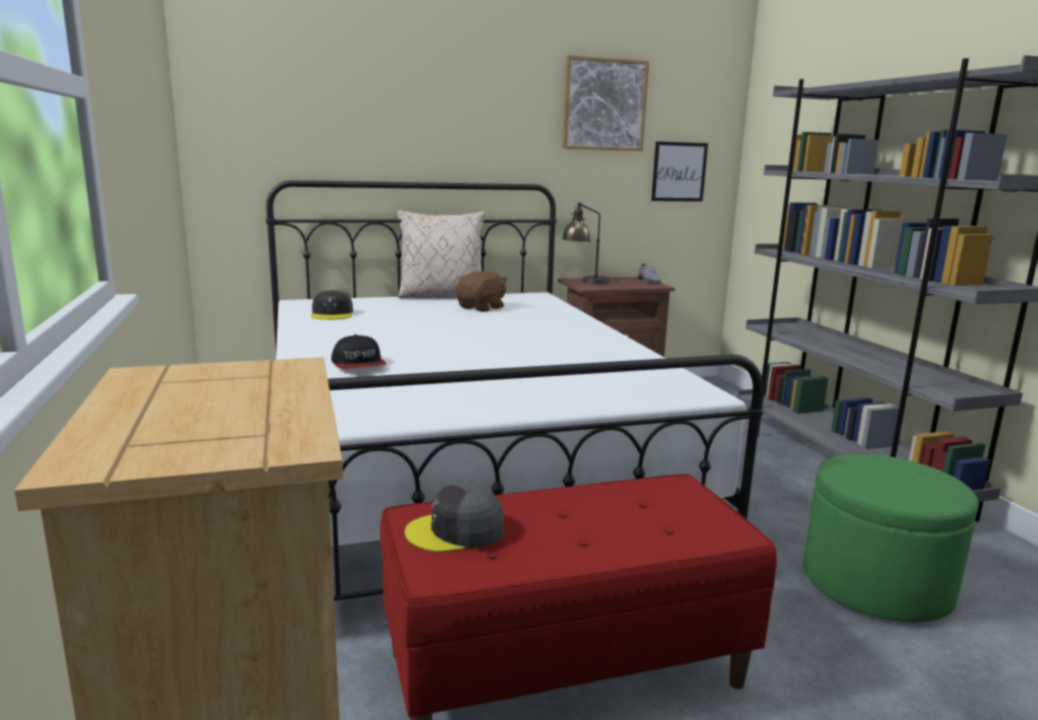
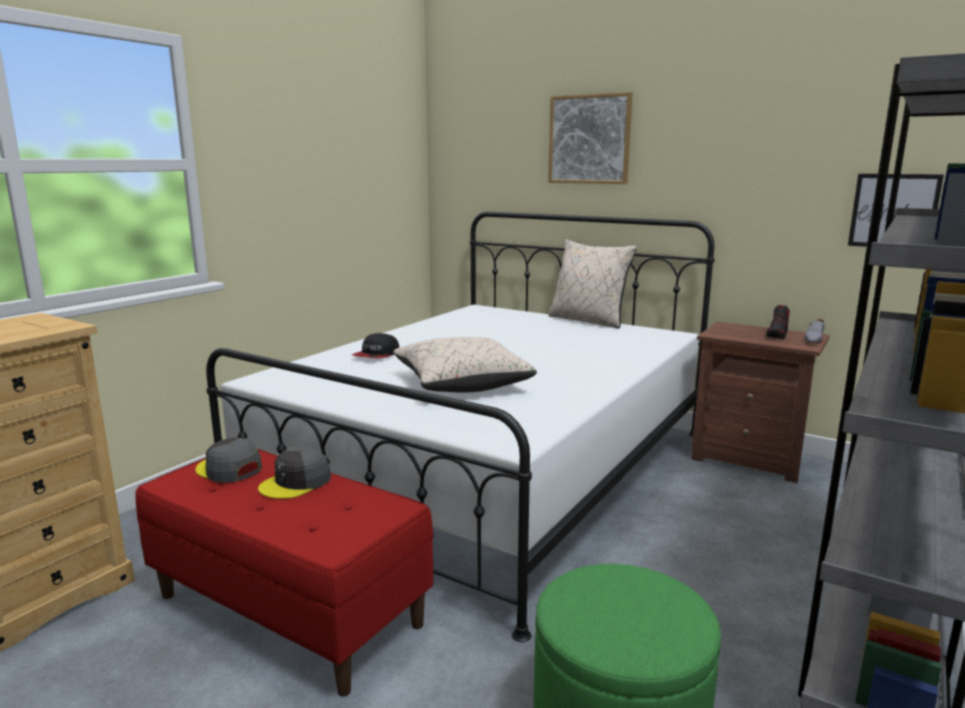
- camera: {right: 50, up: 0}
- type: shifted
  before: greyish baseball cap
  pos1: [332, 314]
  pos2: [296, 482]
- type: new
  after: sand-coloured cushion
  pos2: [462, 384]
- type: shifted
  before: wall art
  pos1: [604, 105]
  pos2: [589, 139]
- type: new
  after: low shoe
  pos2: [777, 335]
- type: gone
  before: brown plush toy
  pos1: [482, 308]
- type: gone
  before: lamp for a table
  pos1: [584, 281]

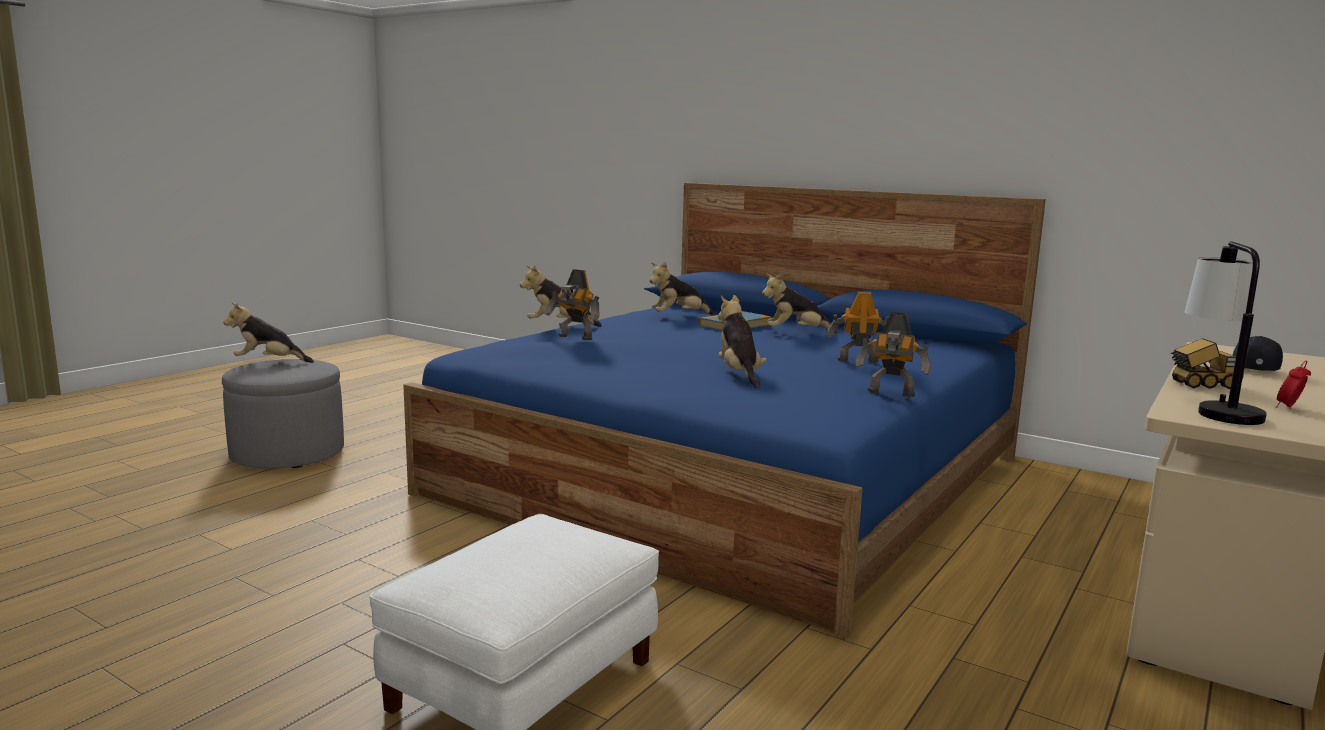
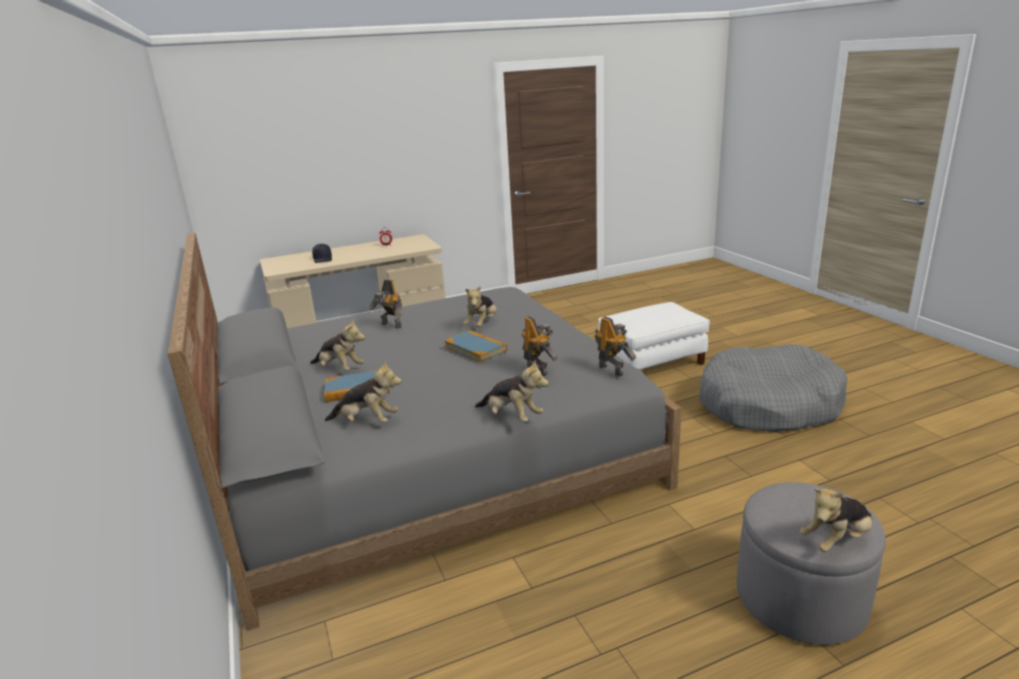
- camera: {right: -145, up: 10}
- type: repainted
  before: bluish sleeping bed
  after: greyish sleeping bed
  pos1: [737, 474]
  pos2: [427, 449]
- type: new
  after: volume
  pos2: [475, 348]
- type: shifted
  before: robot figure
  pos1: [891, 394]
  pos2: [611, 369]
- type: new
  after: greyish dog bed
  pos2: [768, 405]
- type: rotated
  before: plush toy
  pos1: [269, 362]
  pos2: [836, 540]
  turn: 120
- type: gone
  before: toy truck
  pos1: [1202, 385]
- type: gone
  before: lamp for a table
  pos1: [1215, 409]

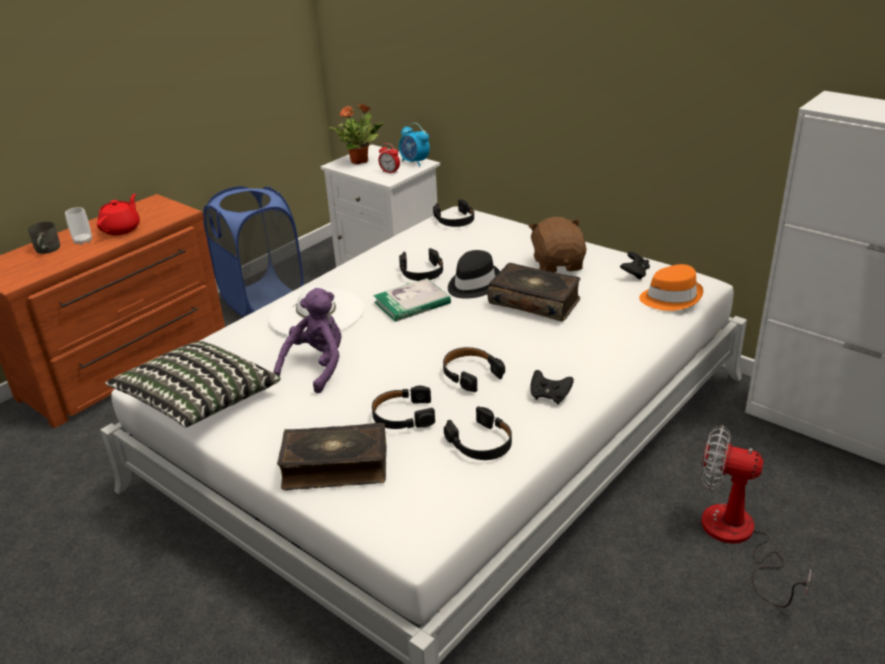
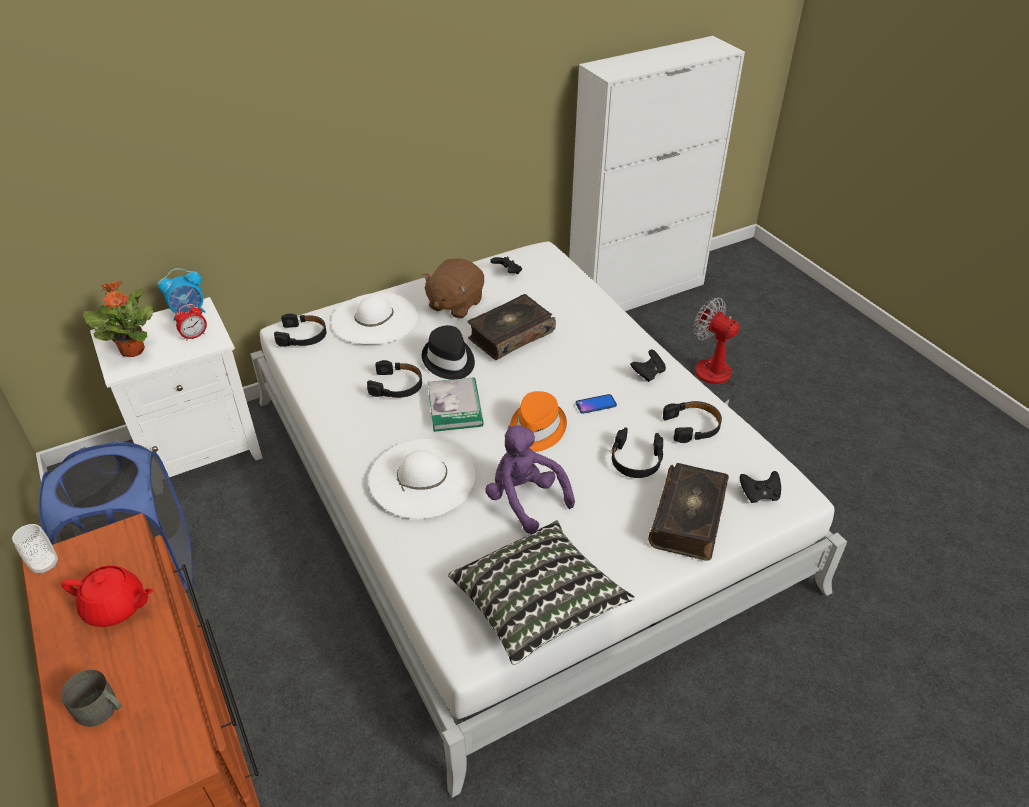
- camera: {right: -70, up: 10}
- type: shifted
  before: small cup
  pos1: [83, 241]
  pos2: [45, 564]
- type: rotated
  before: reddish tea pot
  pos1: [122, 229]
  pos2: [116, 607]
  turn: 150
- type: new
  after: white hat
  pos2: [374, 319]
- type: rotated
  before: brown plush toy
  pos1: [558, 264]
  pos2: [455, 304]
  turn: -75
- type: shifted
  before: orange-coloured hat
  pos1: [671, 297]
  pos2: [536, 429]
- type: swapped
  before: black-coloured pair of headphones
  after: phone
  pos1: [470, 374]
  pos2: [596, 404]
- type: rotated
  before: fan
  pos1: [737, 539]
  pos2: [713, 381]
  turn: 90
- type: new
  after: black-coloured joypad
  pos2: [759, 495]

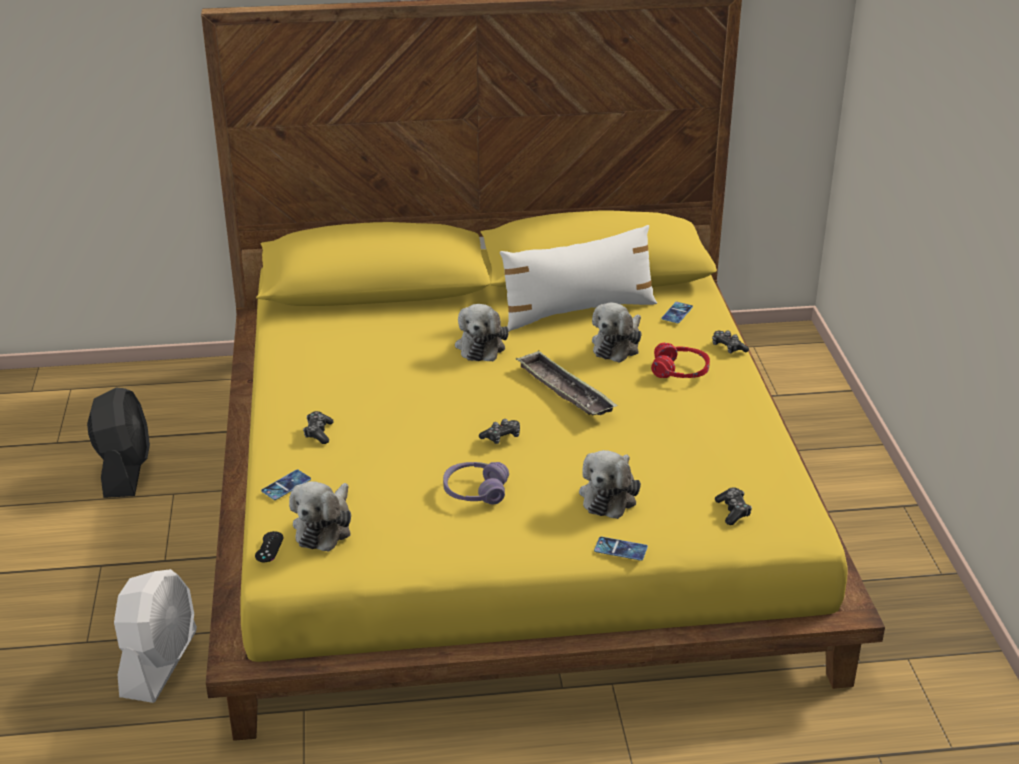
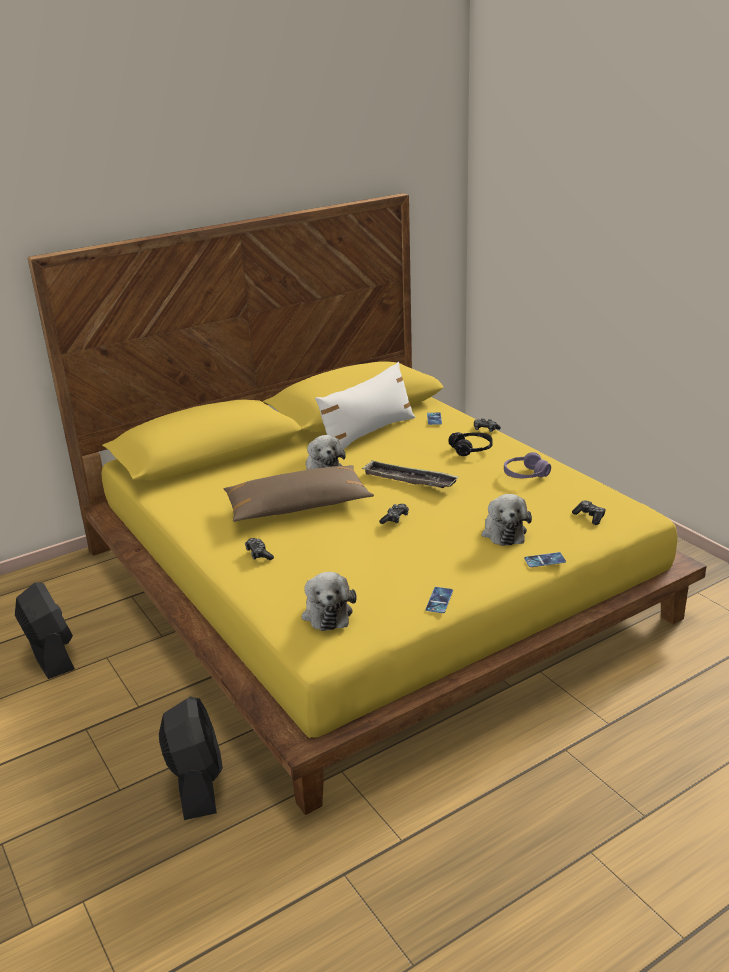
- camera: {right: -25, up: -5}
- type: repainted
  before: white fan
  after: black-coloured fan
  pos1: [160, 663]
  pos2: [196, 782]
- type: new
  after: brown cushion
  pos2: [297, 506]
- type: shifted
  before: phone
  pos1: [286, 485]
  pos2: [439, 600]
- type: repainted
  before: reddish pair of headphones
  after: black-coloured pair of headphones
  pos1: [680, 371]
  pos2: [471, 449]
- type: shifted
  before: purple-coloured pair of headphones
  pos1: [475, 491]
  pos2: [525, 474]
- type: gone
  before: black-coloured joypad
  pos1: [269, 547]
- type: gone
  before: plush toy
  pos1: [617, 345]

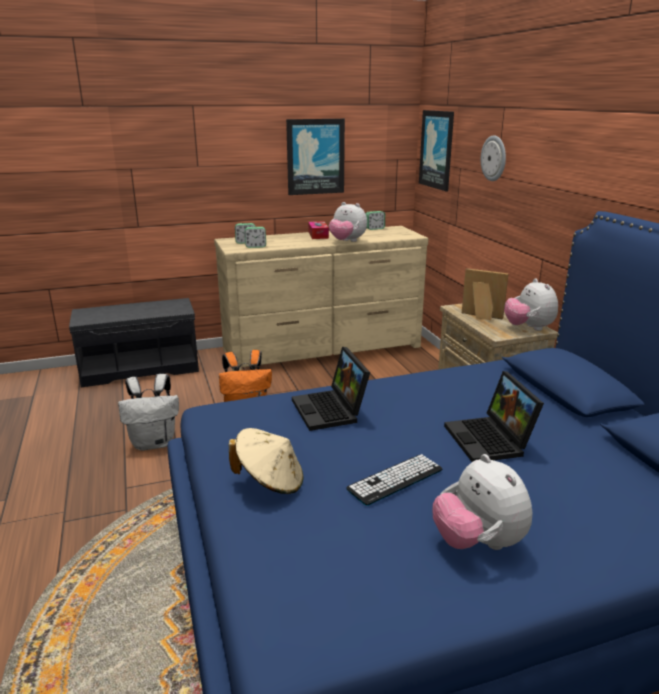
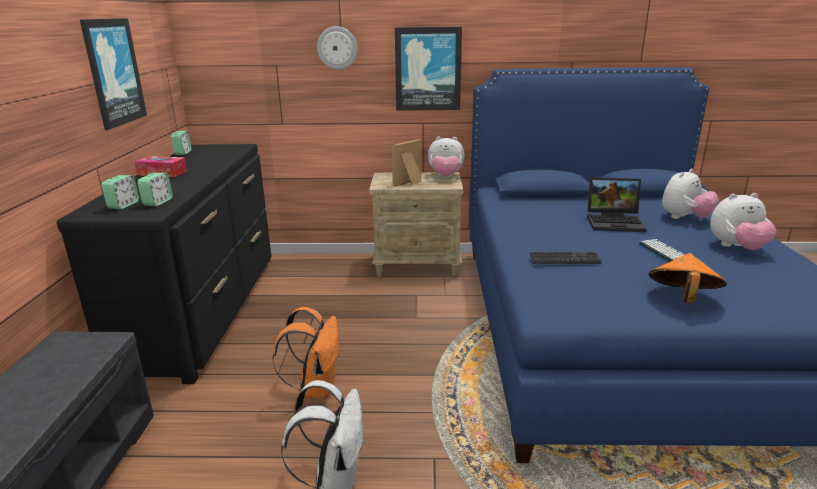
- camera: {right: -70, up: 0}
- type: repainted
  before: sand-coloured dresser
  after: black-coloured dresser
  pos1: [323, 348]
  pos2: [205, 309]
- type: shifted
  before: wall art
  pos1: [437, 149]
  pos2: [428, 69]
- type: swapped
  before: portable computer
  after: keyboard
  pos1: [331, 410]
  pos2: [564, 259]
- type: repainted
  before: sand-coloured hat
  after: orange-coloured hat
  pos1: [270, 481]
  pos2: [682, 298]
- type: shifted
  before: plush toy
  pos1: [347, 241]
  pos2: [684, 218]

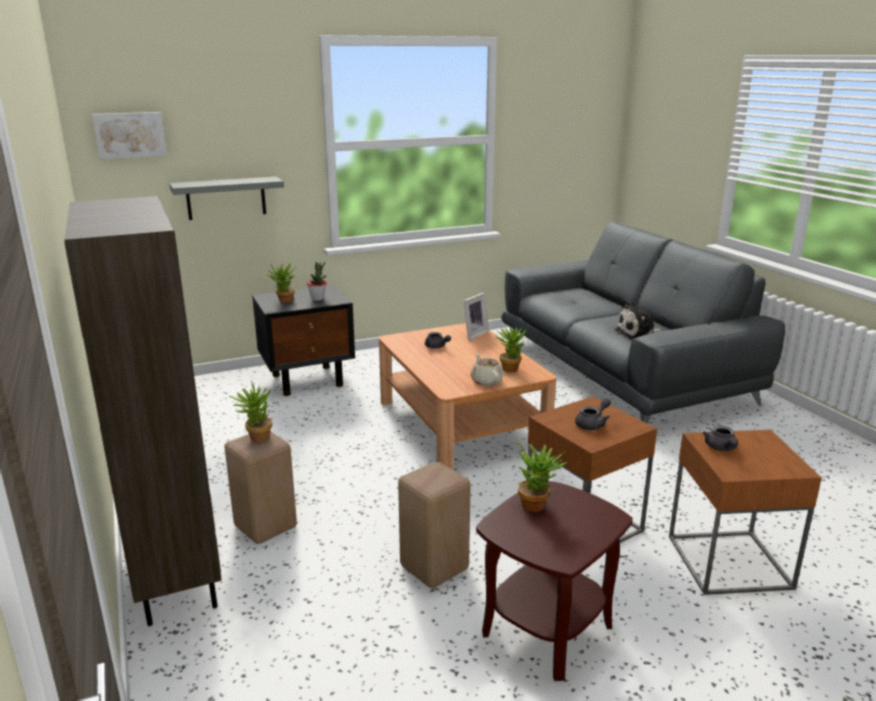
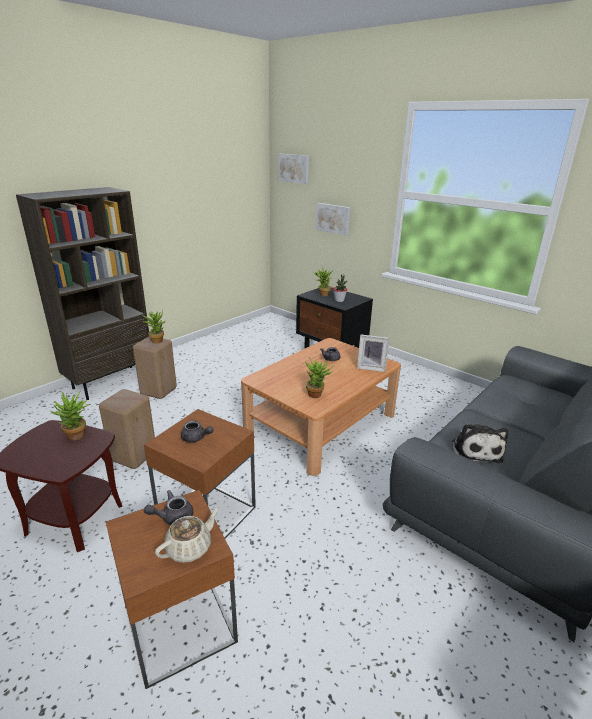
- camera: {right: 65, up: 5}
- type: shifted
  before: sand-coloured tea pot
  pos1: [486, 381]
  pos2: [190, 548]
- type: swapped
  before: greyish shelf
  after: wall art
  pos1: [226, 198]
  pos2: [333, 218]
- type: rotated
  before: plush toy
  pos1: [639, 334]
  pos2: [475, 450]
  turn: -135

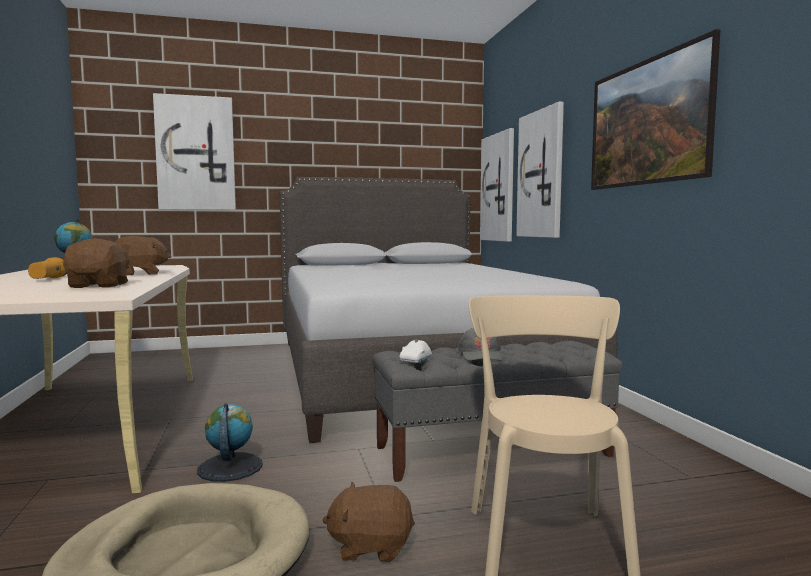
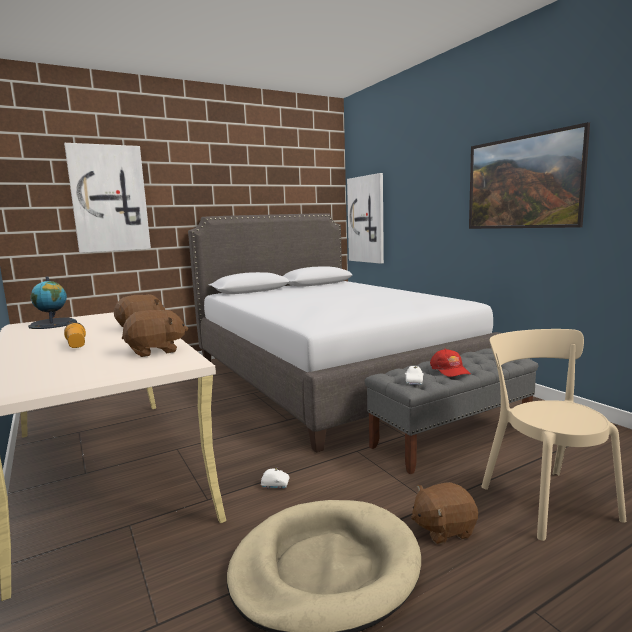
- camera: {right: -15, up: 5}
- type: rotated
  before: brown plush toy
  pos1: [100, 285]
  pos2: [156, 351]
  turn: 90
- type: swapped
  before: world globe
  after: white model car
  pos1: [230, 467]
  pos2: [275, 484]
- type: repainted
  before: greyish baseball cap
  after: reddish baseball cap
  pos1: [481, 355]
  pos2: [450, 370]
- type: gone
  before: wall art
  pos1: [541, 174]

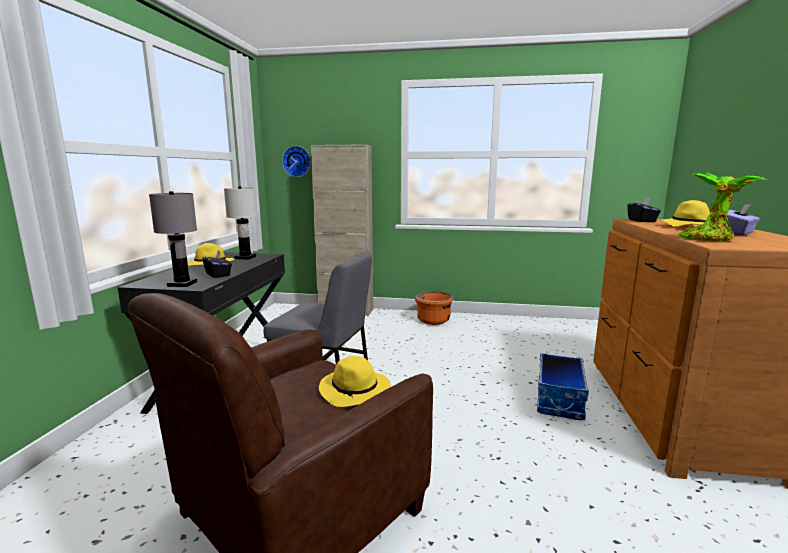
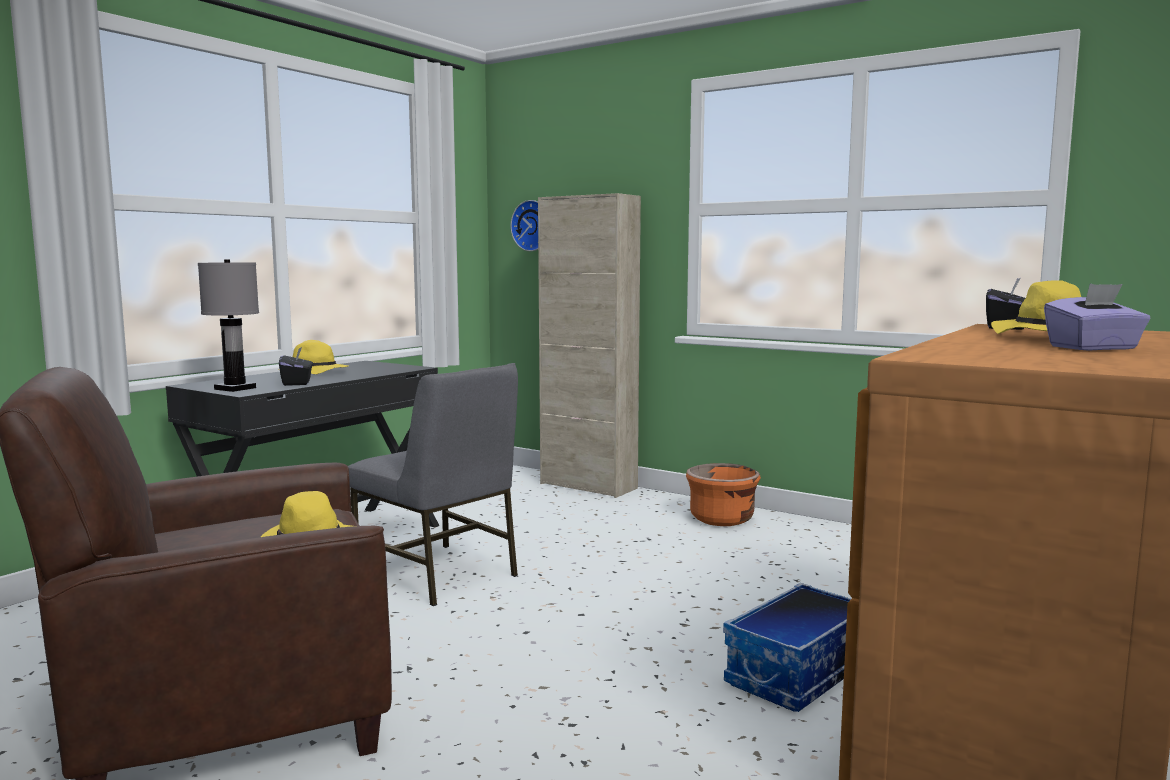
- camera: {right: 25, up: -5}
- type: gone
  before: white lamp for a table
  pos1: [245, 257]
- type: gone
  before: potted plant
  pos1: [710, 239]

